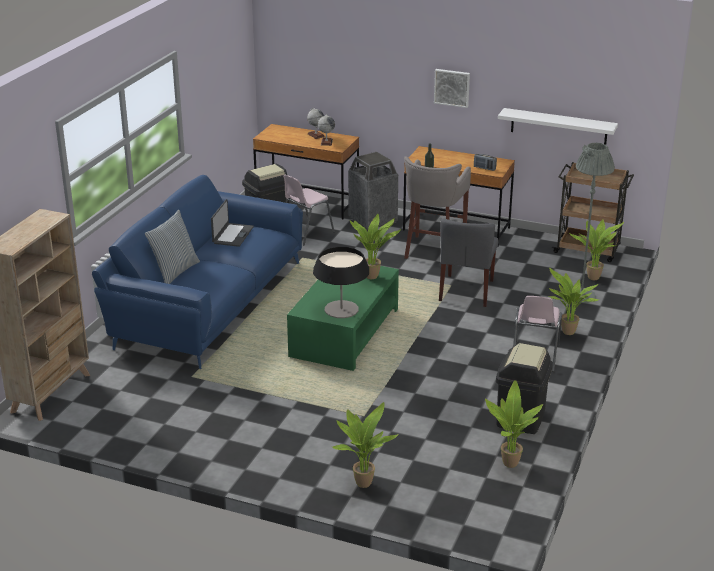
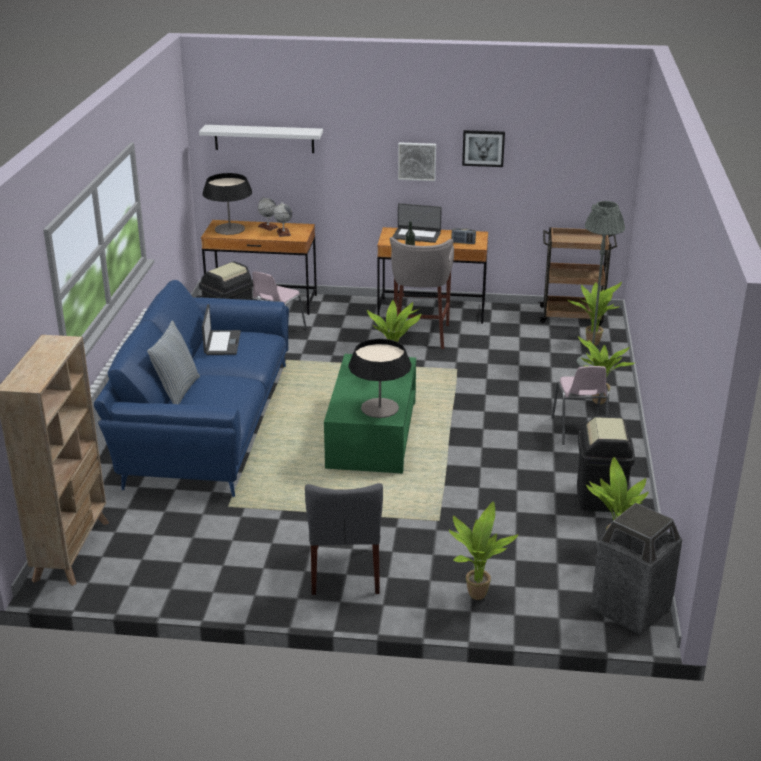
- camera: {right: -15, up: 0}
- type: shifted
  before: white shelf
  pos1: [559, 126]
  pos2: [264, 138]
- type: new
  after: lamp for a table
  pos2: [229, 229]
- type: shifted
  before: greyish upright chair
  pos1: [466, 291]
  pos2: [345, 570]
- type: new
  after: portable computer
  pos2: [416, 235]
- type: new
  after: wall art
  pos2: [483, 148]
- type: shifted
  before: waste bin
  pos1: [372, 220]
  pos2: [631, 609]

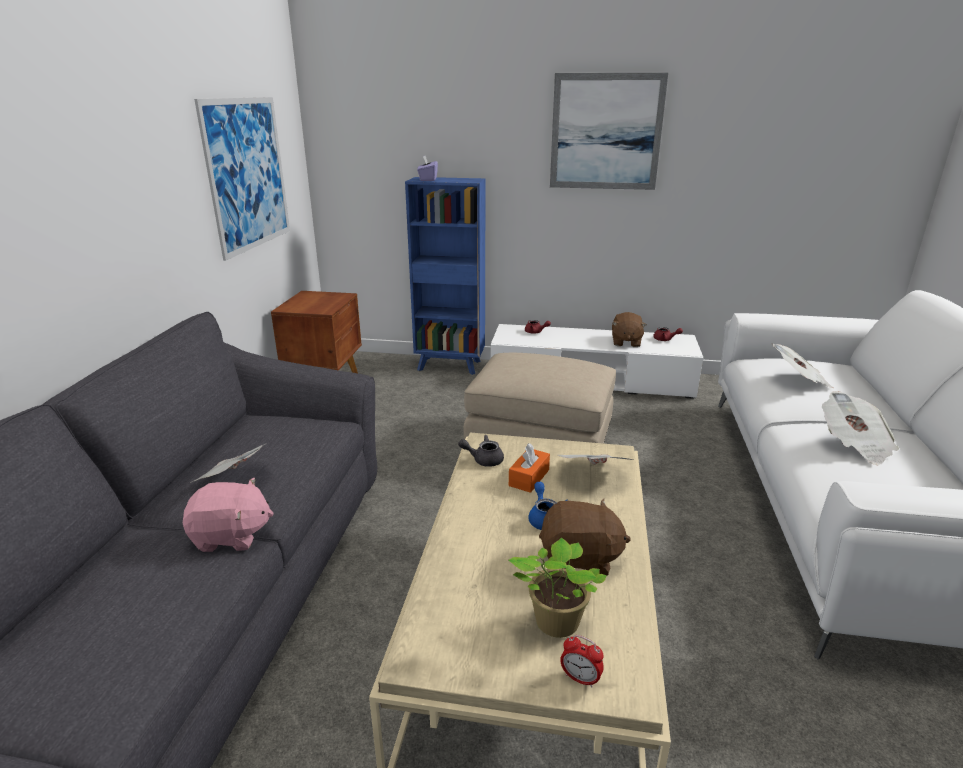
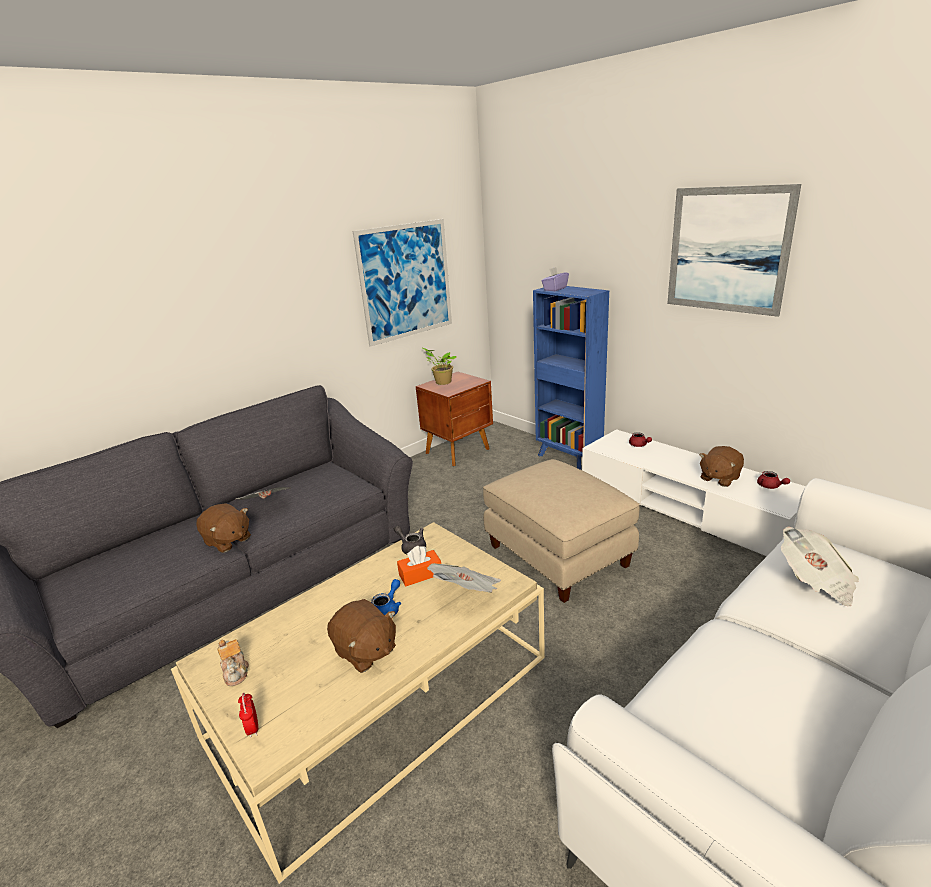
- camera: {right: 40, up: 0}
- type: repainted
  before: pink-coloured plush toy
  after: brown plush toy
  pos1: [231, 536]
  pos2: [227, 541]
- type: new
  after: tea pot
  pos2: [236, 671]
- type: shifted
  before: potted plant
  pos1: [554, 623]
  pos2: [442, 382]
- type: gone
  before: newspaper
  pos1: [854, 445]

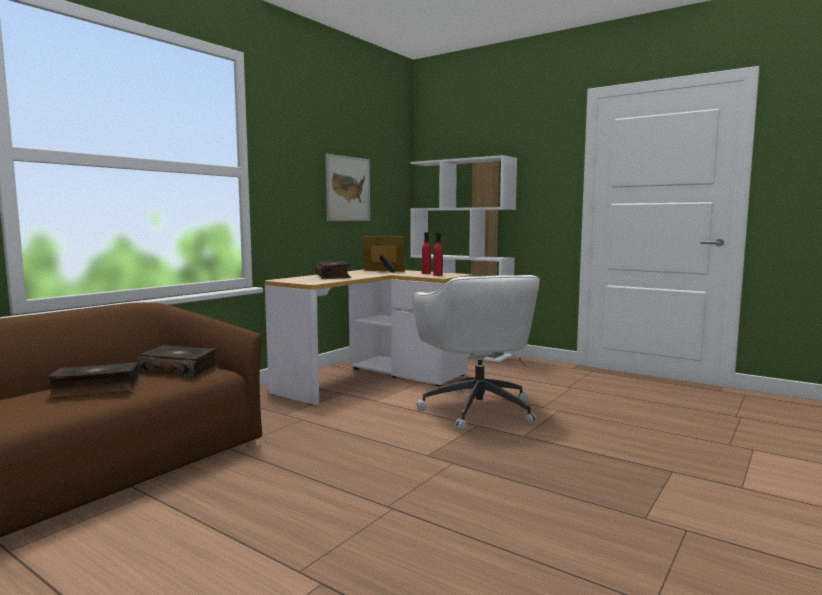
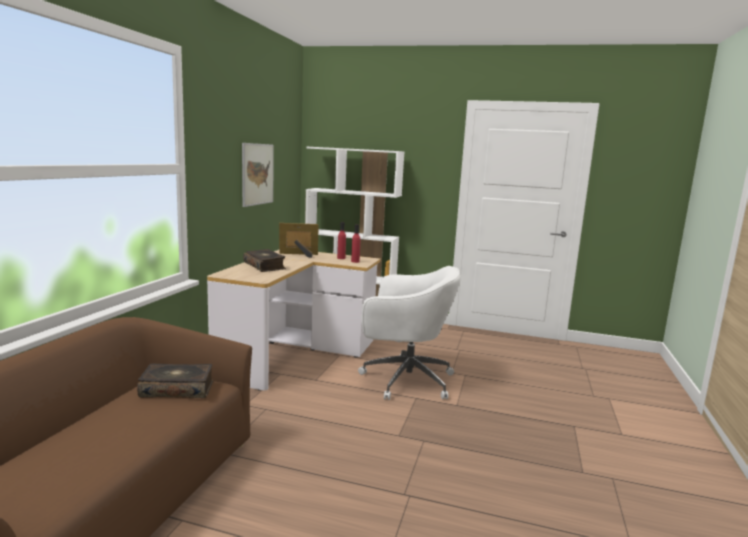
- camera: {right: -20, up: 5}
- type: rotated
  before: white desk chair
  pos1: [477, 408]
  pos2: [404, 380]
  turn: -45
- type: gone
  before: volume
  pos1: [96, 390]

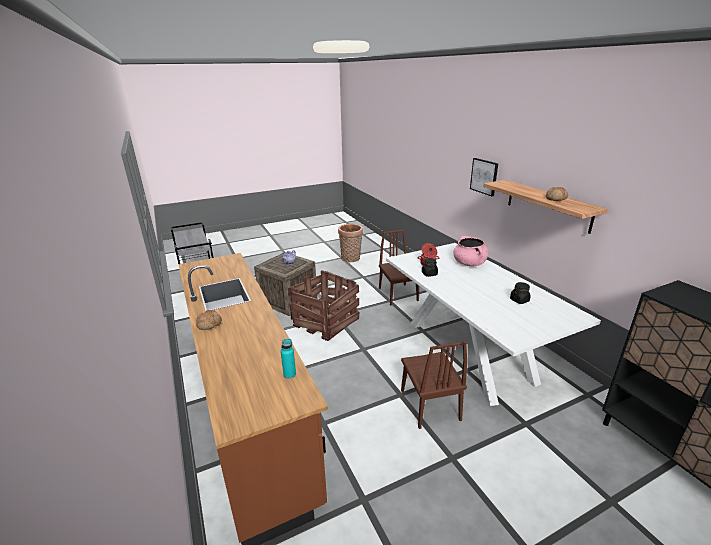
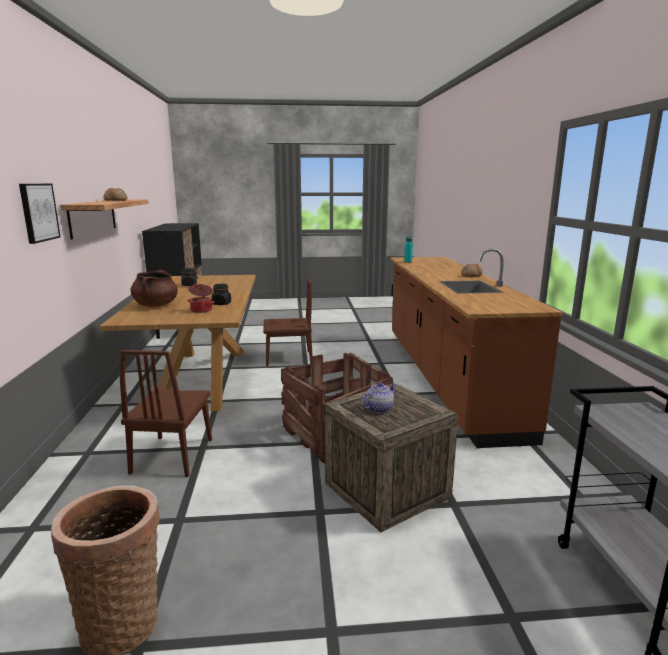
- camera: {right: -160, up: -10}
- type: repainted
  before: white dining table
  after: brown dining table
  pos1: [467, 351]
  pos2: [202, 378]
- type: repainted
  before: pink-coloured stockpot
  after: brown stockpot
  pos1: [469, 263]
  pos2: [156, 305]
- type: rotated
  before: brown upright chair
  pos1: [429, 404]
  pos2: [288, 358]
  turn: 75

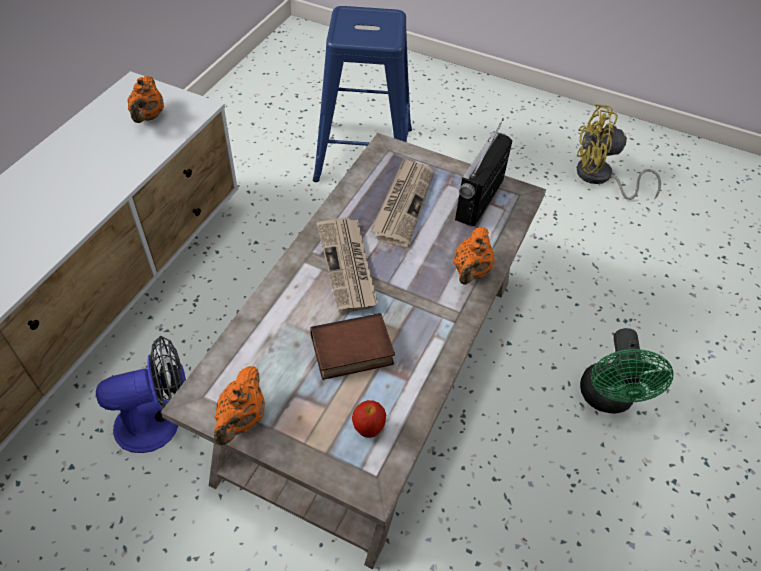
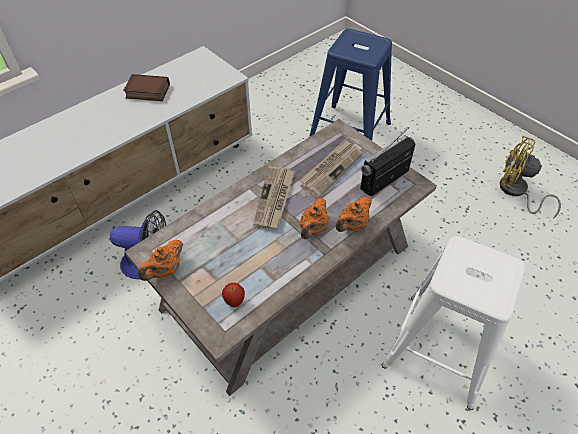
- camera: {right: 25, up: 0}
- type: shifted
  before: volume
  pos1: [351, 353]
  pos2: [147, 92]
- type: shifted
  before: orange-coloured tea pot
  pos1: [148, 117]
  pos2: [313, 229]
- type: swapped
  before: greenish fan
  after: white stool
  pos1: [607, 399]
  pos2: [441, 348]

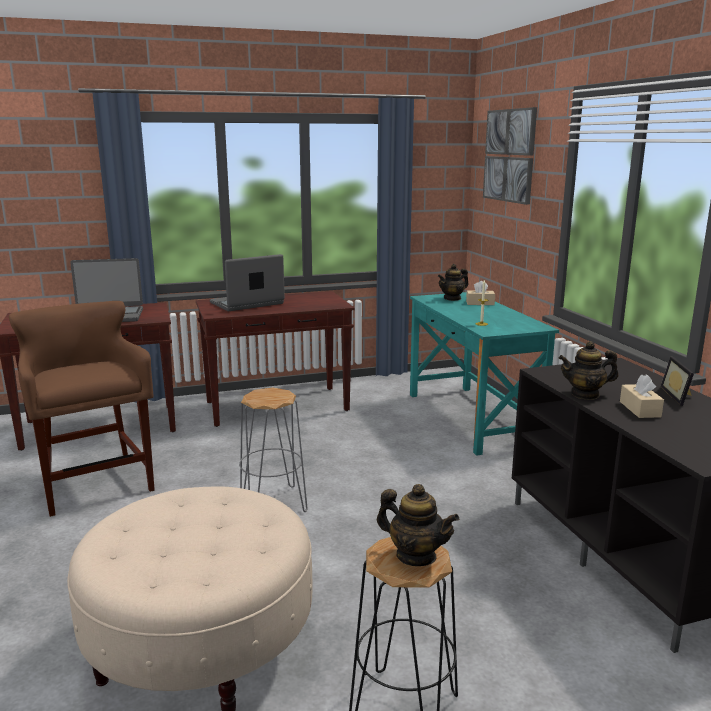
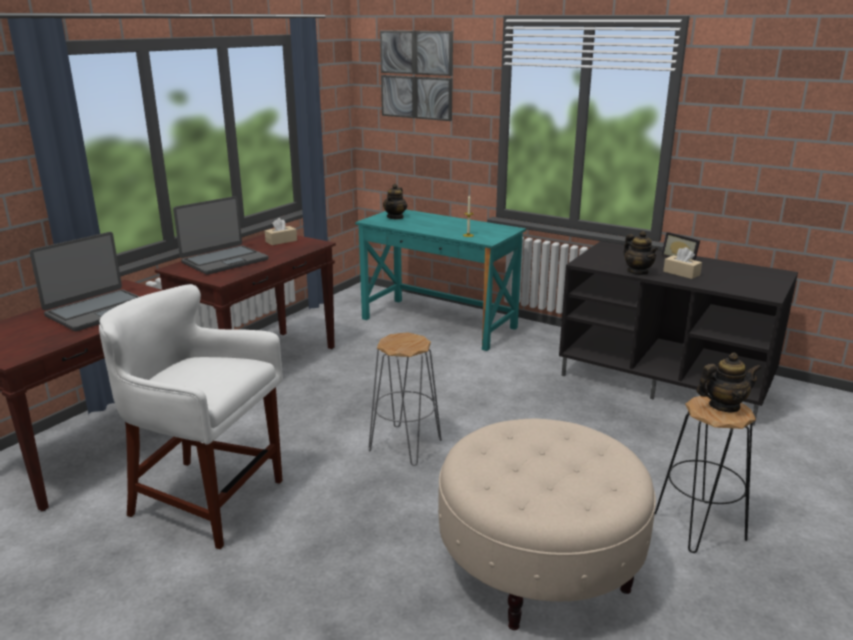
- camera: {right: -40, up: 5}
- type: repainted
  before: brown stool
  after: white stool
  pos1: [95, 483]
  pos2: [207, 501]
- type: rotated
  before: portable computer
  pos1: [247, 303]
  pos2: [224, 261]
  turn: -150
- type: shifted
  before: sand-coloured tissue holder
  pos1: [480, 303]
  pos2: [281, 241]
- type: rotated
  before: tea pot
  pos1: [585, 394]
  pos2: [638, 272]
  turn: -75

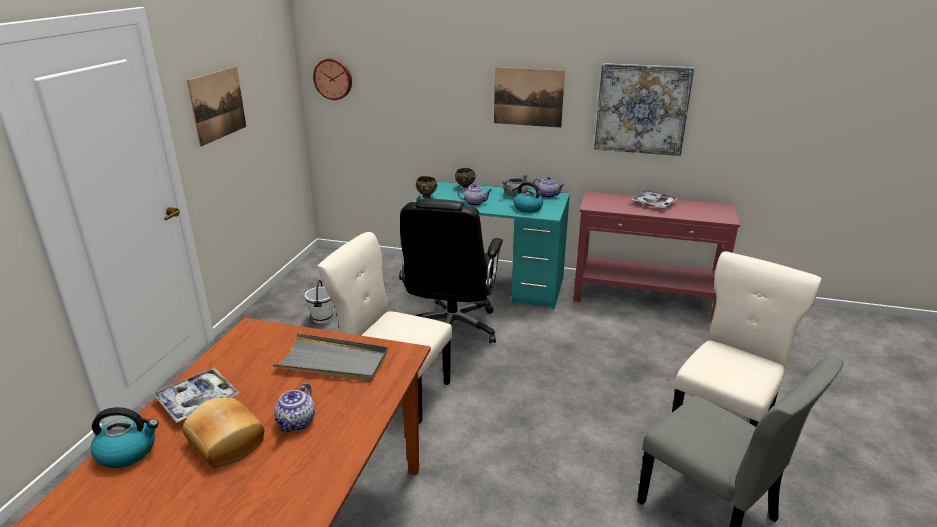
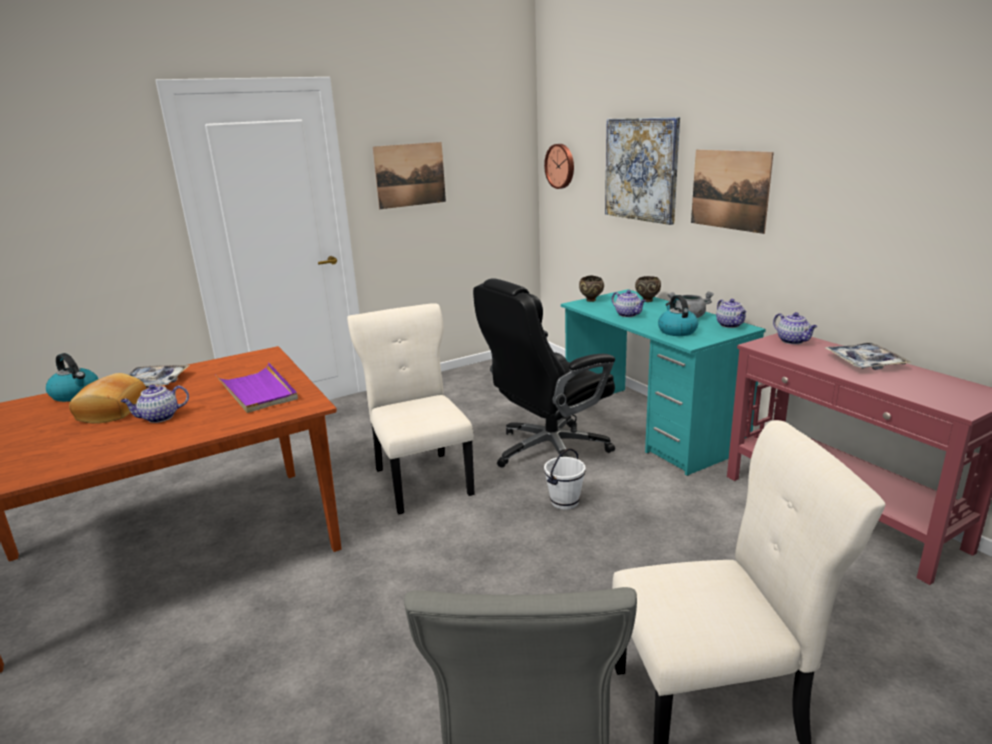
- camera: {right: 45, up: -5}
- type: repainted
  before: greyish tray
  after: purple-coloured tray
  pos1: [333, 362]
  pos2: [258, 391]
- type: shifted
  before: white water bucket
  pos1: [322, 318]
  pos2: [565, 502]
- type: shifted
  before: wall art
  pos1: [641, 109]
  pos2: [641, 169]
- type: new
  after: tea pot
  pos2: [793, 341]

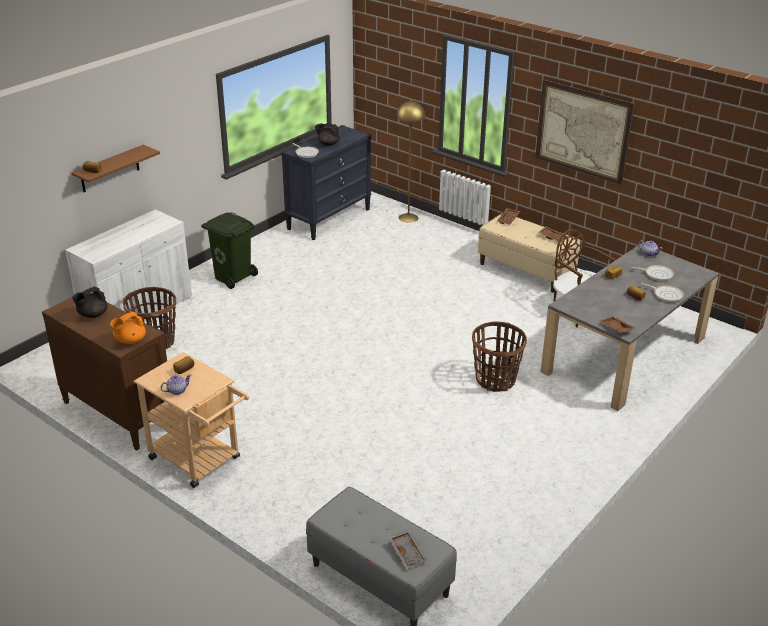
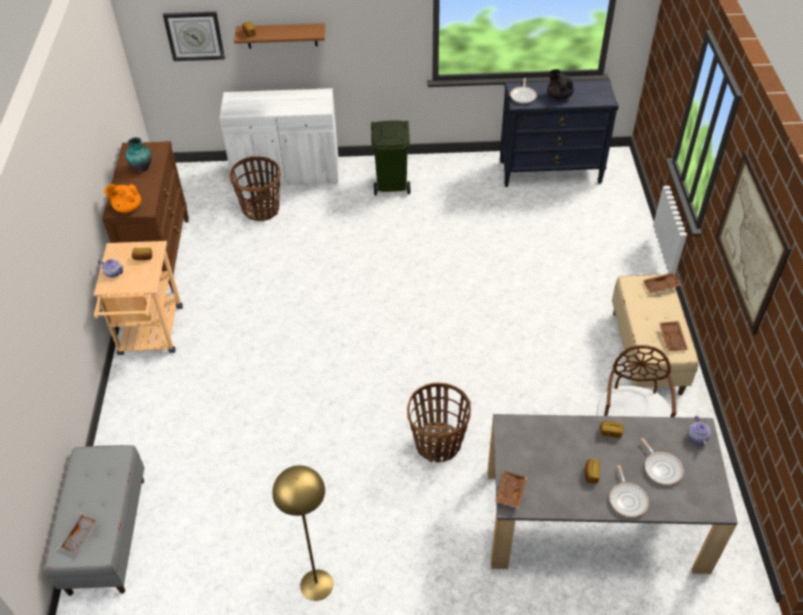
- camera: {right: 50, up: 15}
- type: swapped
  before: black-coloured tea pot
  after: decorative vase
  pos1: [92, 315]
  pos2: [141, 167]
- type: new
  after: wall clock
  pos2: [194, 36]
- type: shifted
  before: yellow-coloured floor lamp
  pos1: [408, 218]
  pos2: [316, 585]

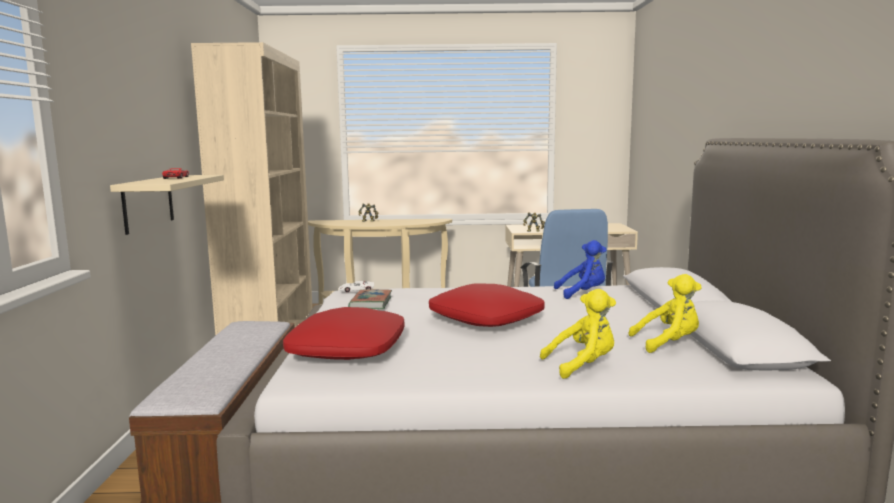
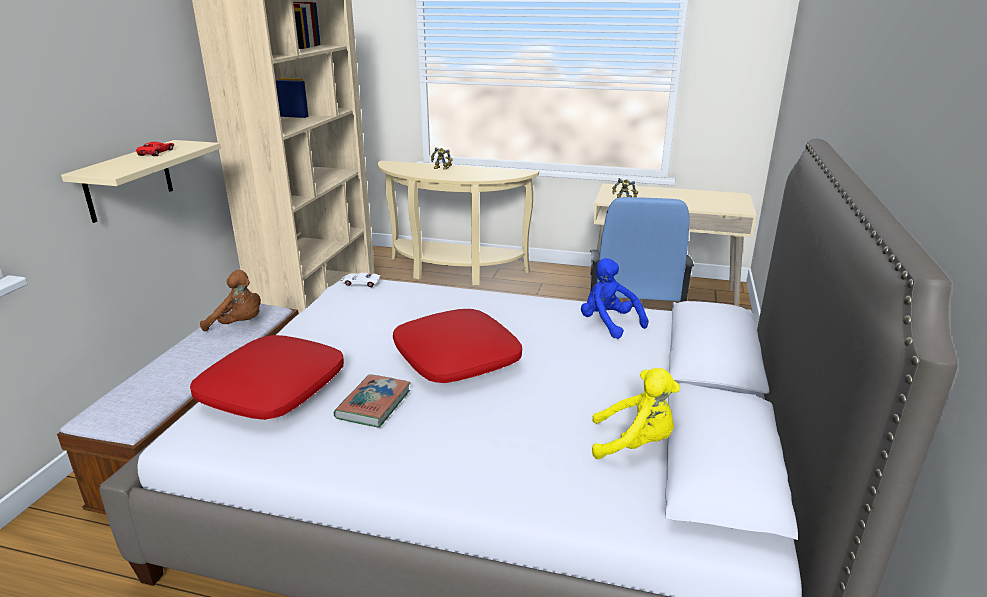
- camera: {right: 15, up: 15}
- type: new
  after: brown plush toy
  pos2: [239, 324]
- type: shifted
  before: volume
  pos1: [371, 303]
  pos2: [374, 404]
- type: rotated
  before: bluish plush toy
  pos1: [583, 293]
  pos2: [608, 323]
  turn: -135
- type: gone
  before: yellow-coloured plush toy
  pos1: [583, 365]

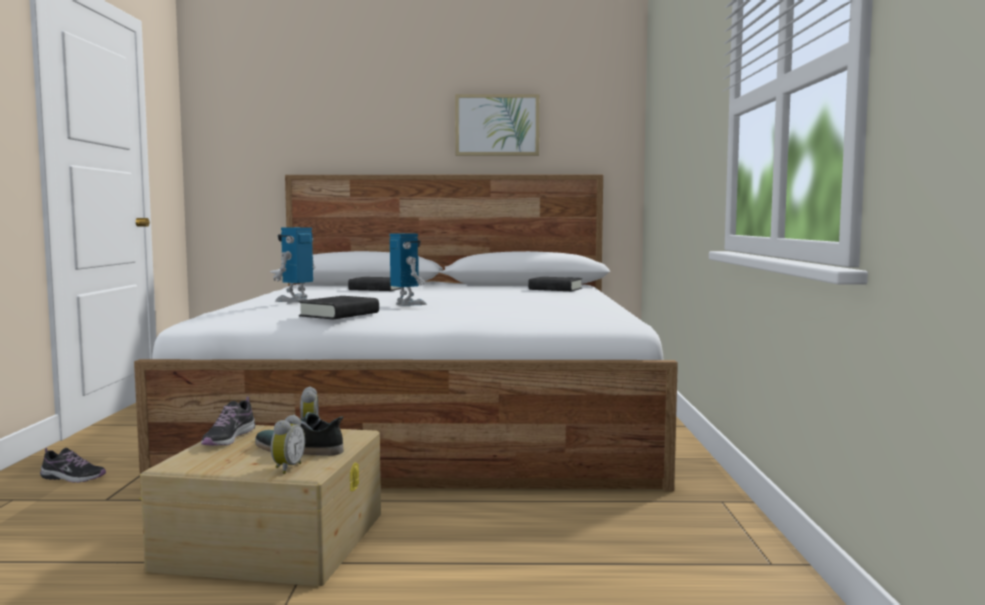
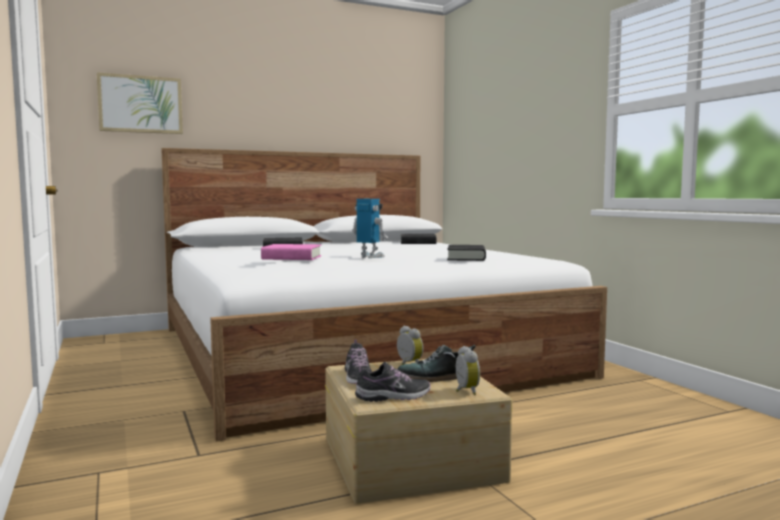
- camera: {right: -25, up: 0}
- type: shifted
  before: wall art
  pos1: [497, 125]
  pos2: [140, 104]
- type: swapped
  before: robot figure
  after: pink-coloured volume
  pos1: [295, 301]
  pos2: [292, 258]
- type: shifted
  before: low shoe
  pos1: [72, 478]
  pos2: [393, 396]
- type: shifted
  before: black-coloured volume
  pos1: [339, 314]
  pos2: [466, 258]

